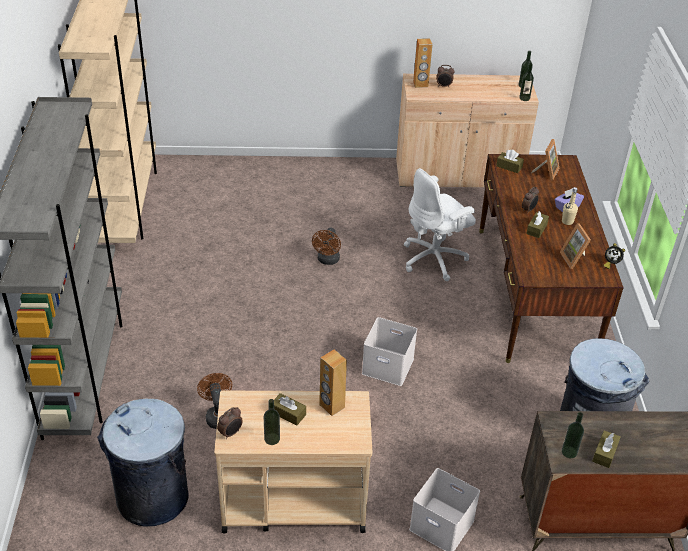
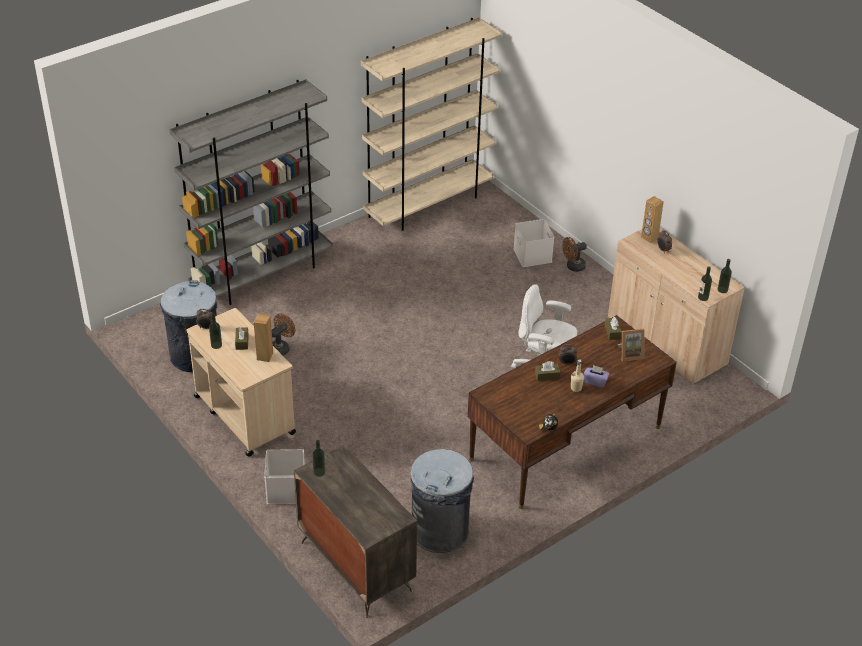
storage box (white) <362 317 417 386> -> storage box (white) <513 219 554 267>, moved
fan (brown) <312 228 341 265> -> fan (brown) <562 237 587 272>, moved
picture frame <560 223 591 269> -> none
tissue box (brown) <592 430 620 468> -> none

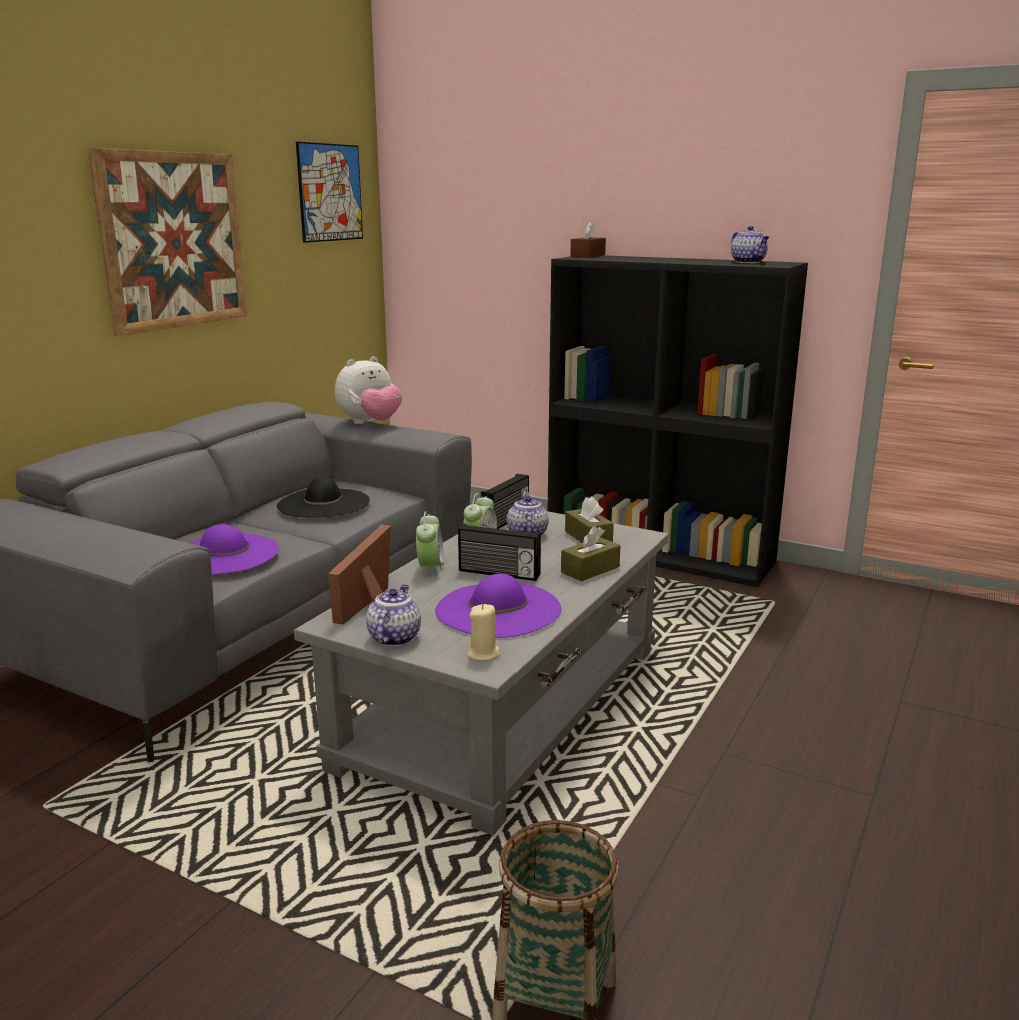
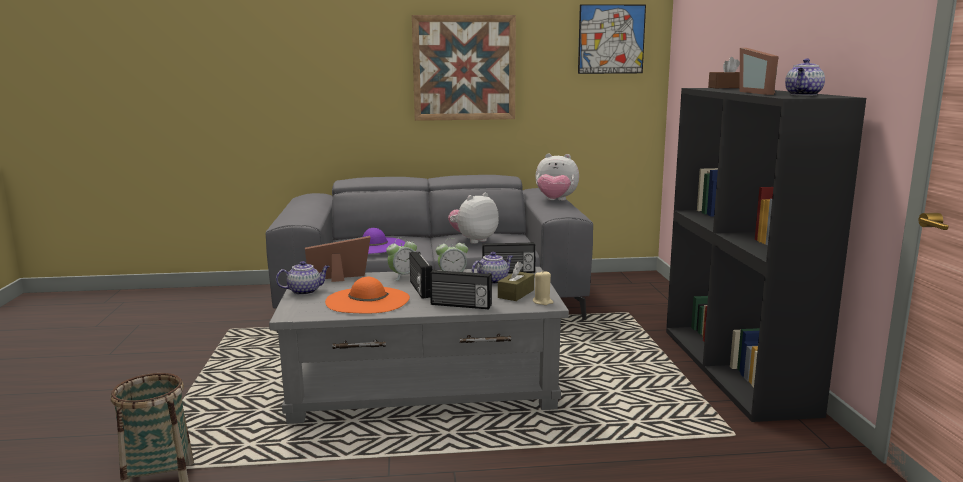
hat (purple) <435 574 561 638> -> hat (orange) <325 277 410 313>
tissue box (brown) <561 526 621 581> -> radio <430 269 492 309>
hat (black) <277 477 370 518> -> plush toy <448 193 499 244>
candle (beige) <467 604 500 661> -> candle (beige) <533 271 553 305>, moved
none -> picture frame <740 48 779 95>

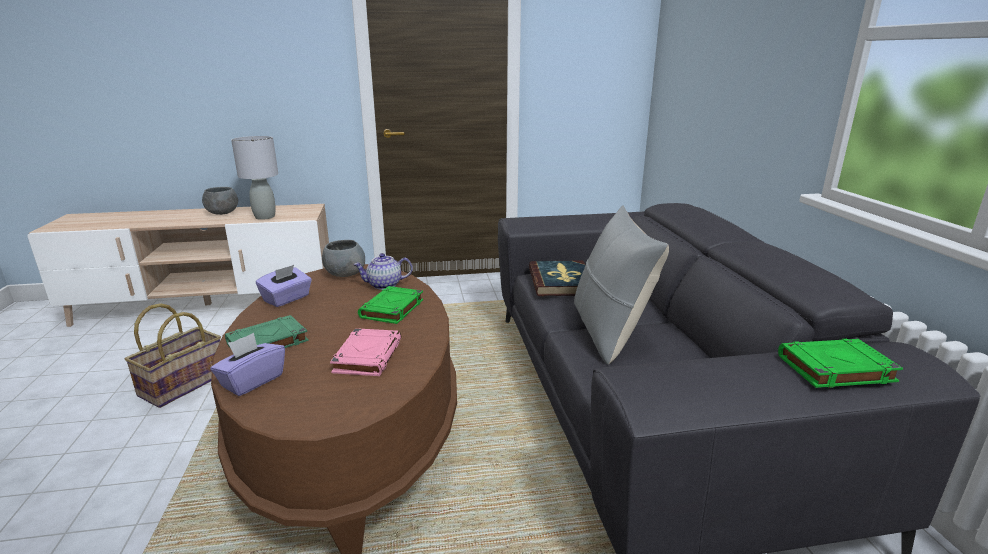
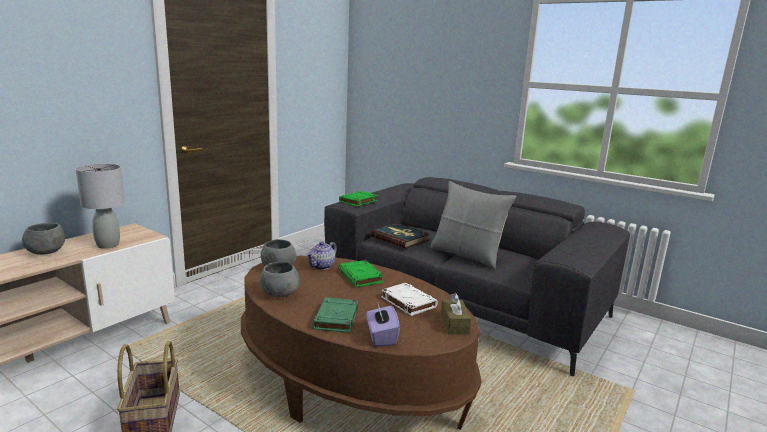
tissue box (purple) <256 265 312 307> -> bowl (grey) <260 262 299 297>
book (green) <778 339 903 388> -> book (green) <339 191 378 206>, moved
book (pink) <330 328 401 376> -> book (white) <381 283 438 316>
none -> tissue box (brown) <441 293 471 335>

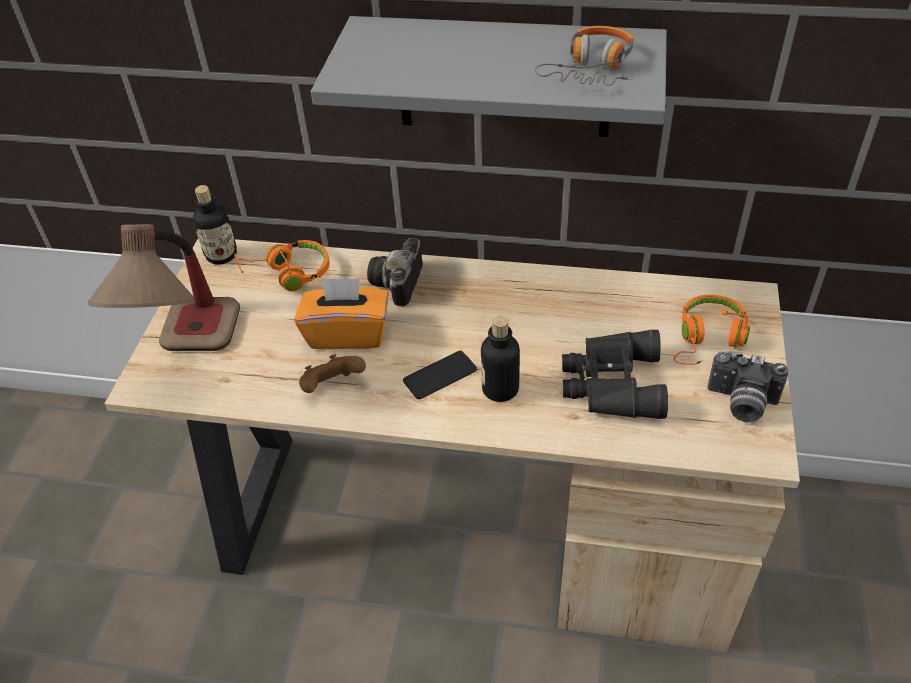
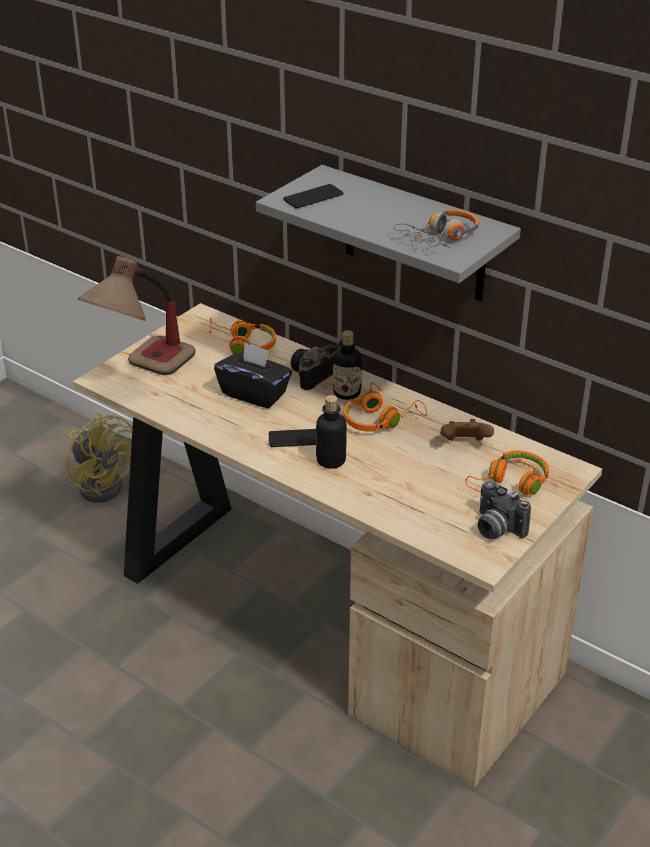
none -> fan (yellow) <67 412 133 503>
tissue box (orange) <294 277 389 349> -> tissue box (black) <214 342 292 408>
none -> phone <283 184 343 209>
bottle <193 185 237 265> -> bottle <333 330 362 400>, moved
none -> headphones (orange) <343 382 427 432>
game controller (brown) <299 354 366 393> -> game controller (brown) <441 419 494 441>, moved
binoculars (black) <562 330 668 419> -> none

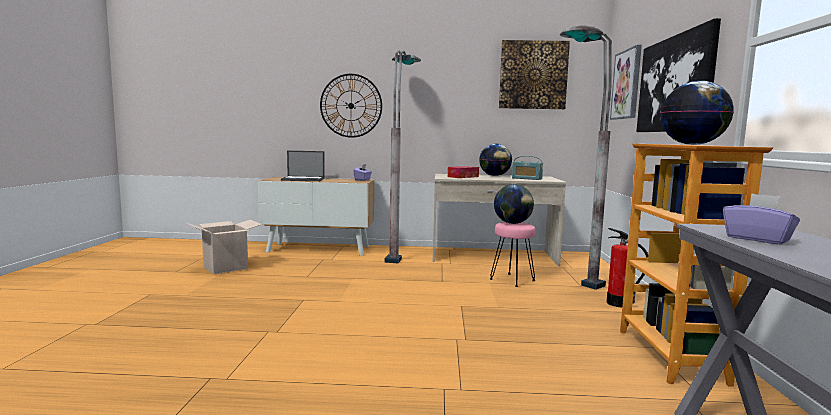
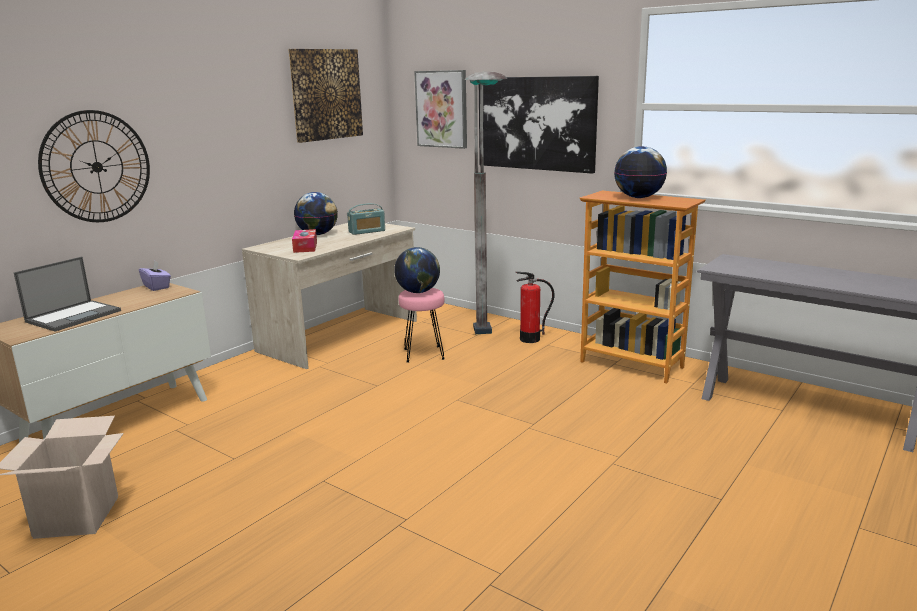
floor lamp (grey) <385 50 421 263> -> none
tissue box (purple) <723 193 800 244> -> none

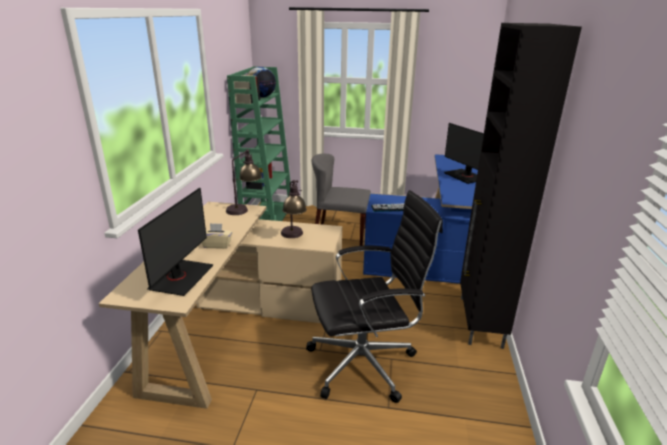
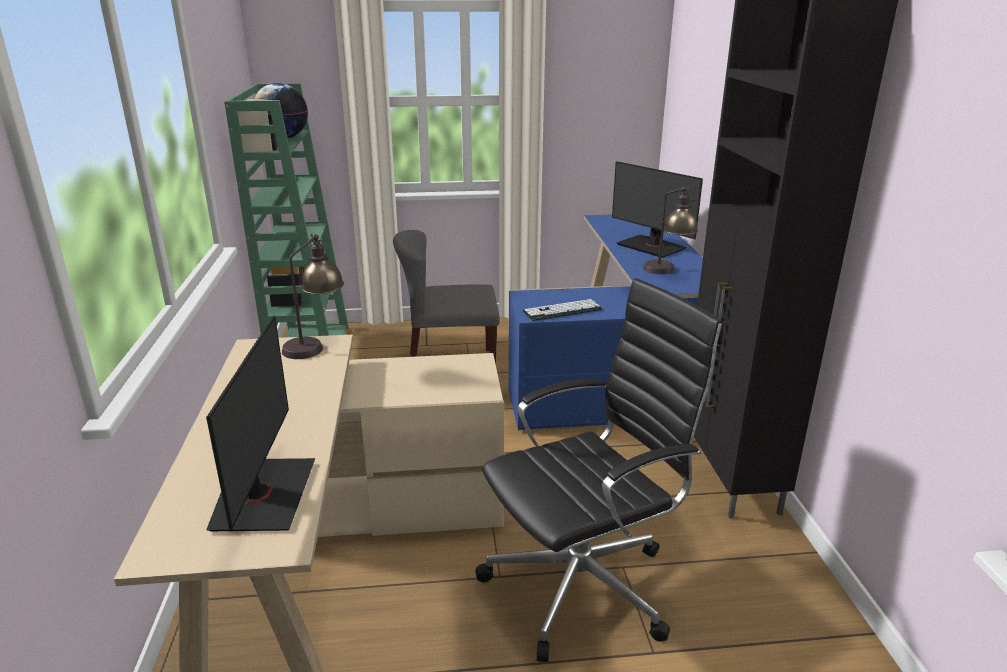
table lamp <281 180 307 238> -> table lamp <643 187 698 274>, moved
tissue box (beige) <202 223 233 249> -> none

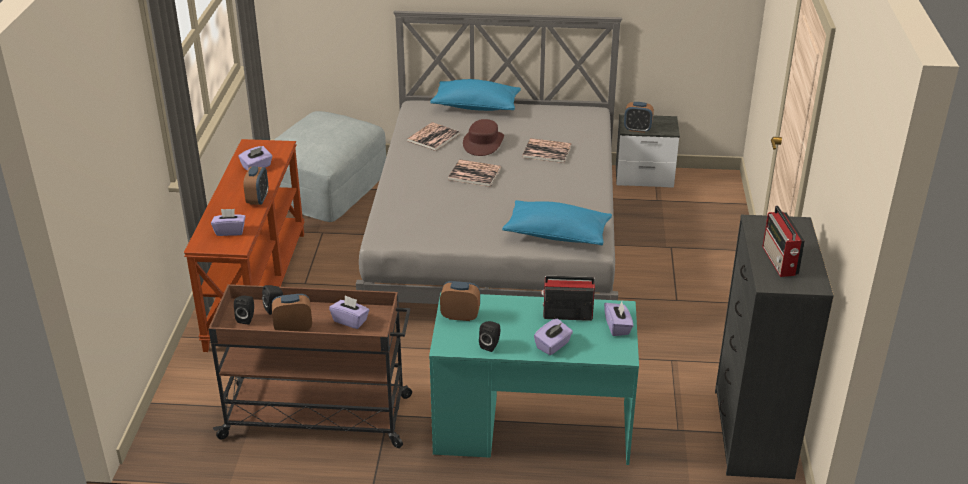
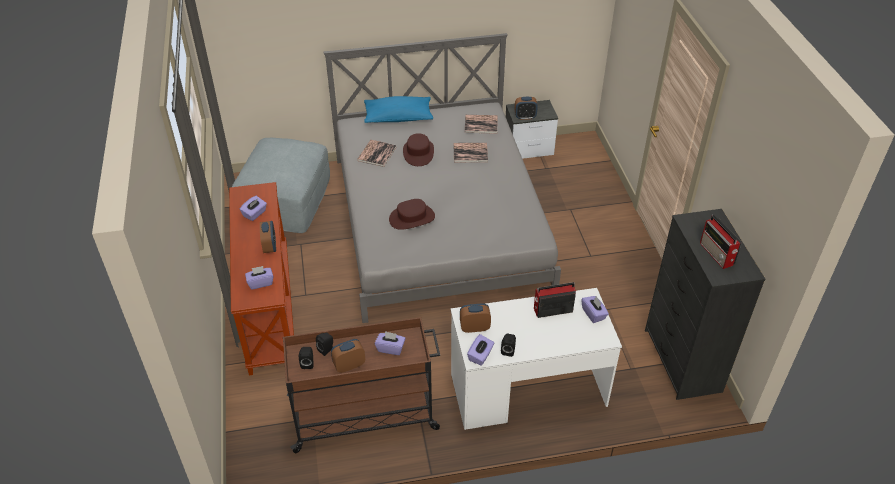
none -> hat (brown) <389 199 435 230>
desk (turquoise) <429 292 639 465> -> desk (white) <450 288 622 430>
book <448 159 501 187> -> book <465 115 498 134>, moved
tissue box (purple) <534 319 573 355> -> tissue box (purple) <467 334 494 366>, moved
pillow (blue) <502 200 612 245> -> none

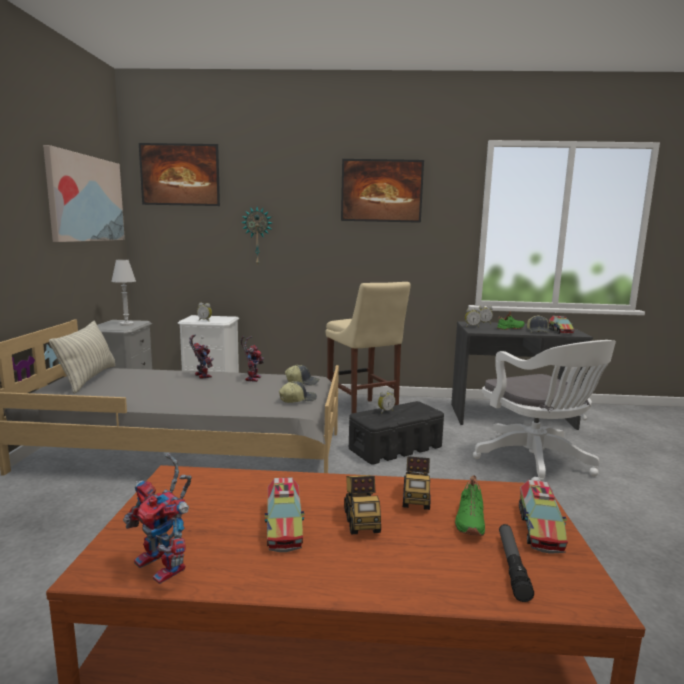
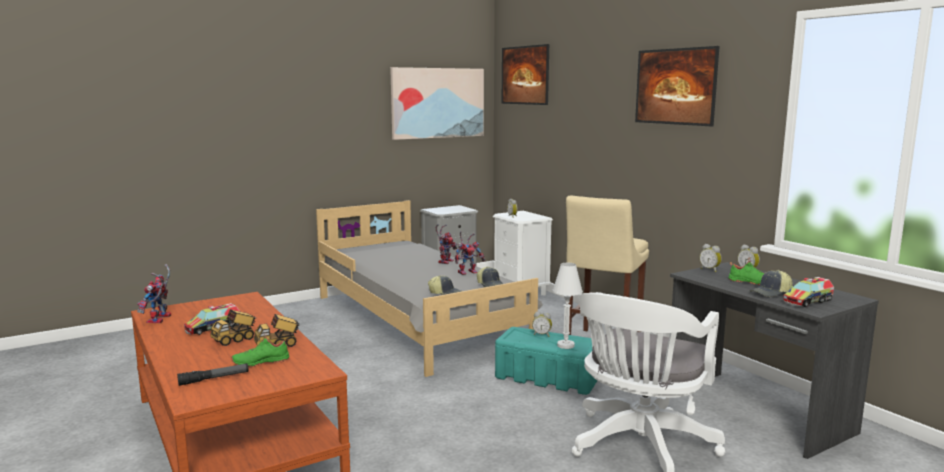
storage box (black) <349 401 444 464> -> storage box (turquoise) <495 327 597 395>
table lamp (white) <111 260 136 326> -> table lamp (white) <553 263 583 349>, moved
pillow <49 321 115 394> -> none
wall clock <241 207 272 266> -> none
toy truck <519 480 568 554> -> none

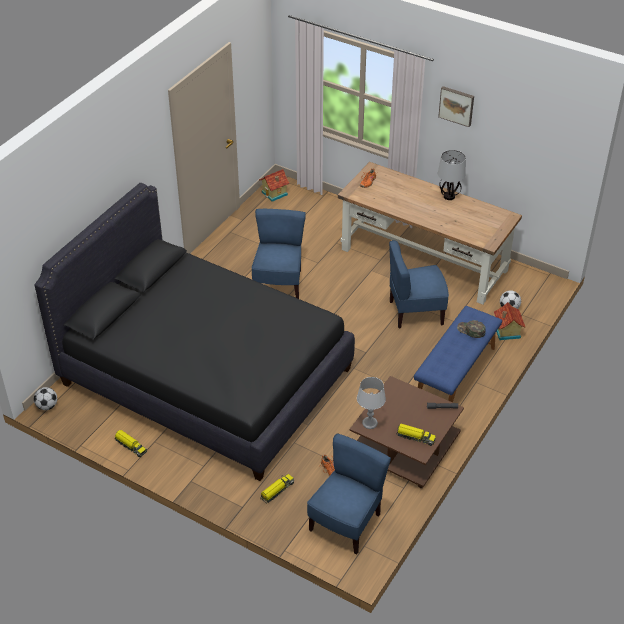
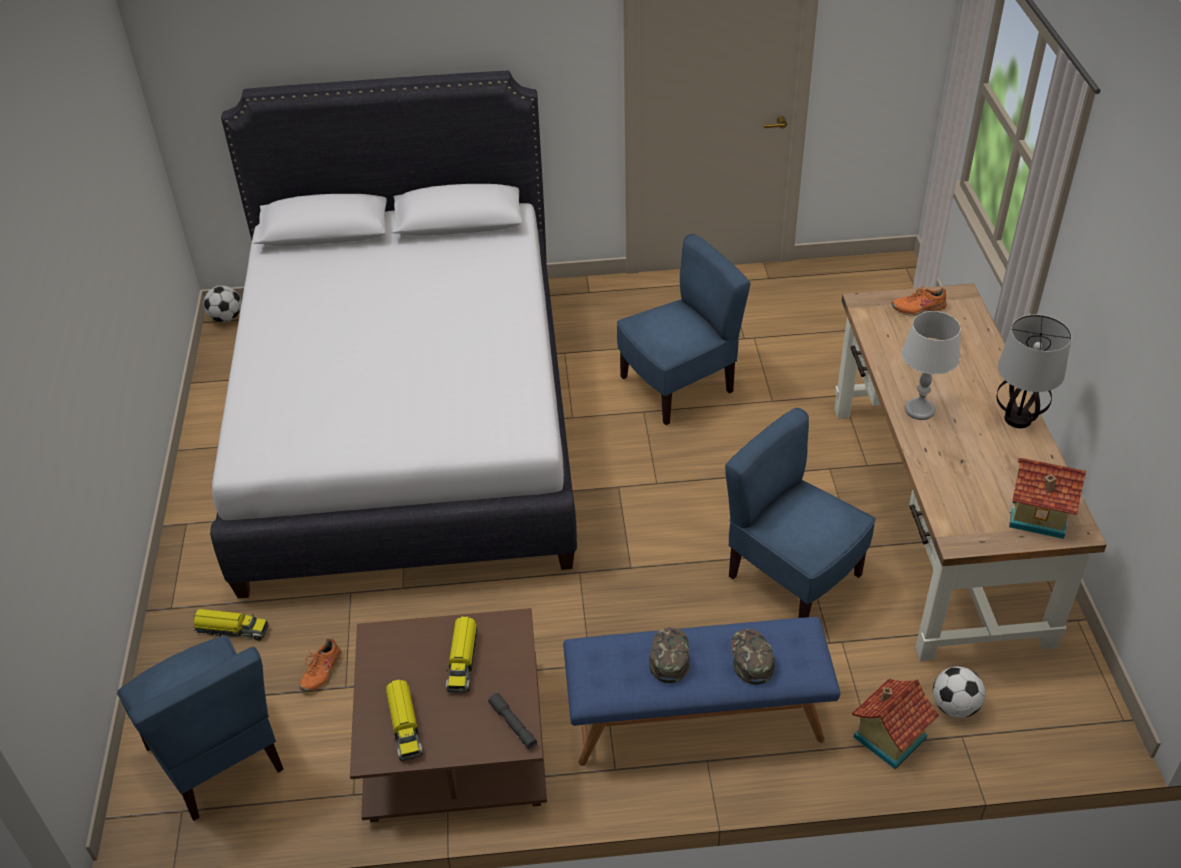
chair (blue) <307 434 391 554> -> chair (blue) <117 636 284 821>, 60 degrees clockwise
bed (black) <34 183 355 481> -> bed (white) <210 71 577 598>
toy truck <115 430 147 457> -> toy truck <446 616 477 693>, moved
none -> cap (green) <649 628 690 683>
table lamp (grey) <357 377 386 429> -> table lamp (grey) <901 311 961 420>, moved
toy house <259 169 290 202> -> toy house <1009 458 1086 539>, moved
picture <438 86 474 127> -> none

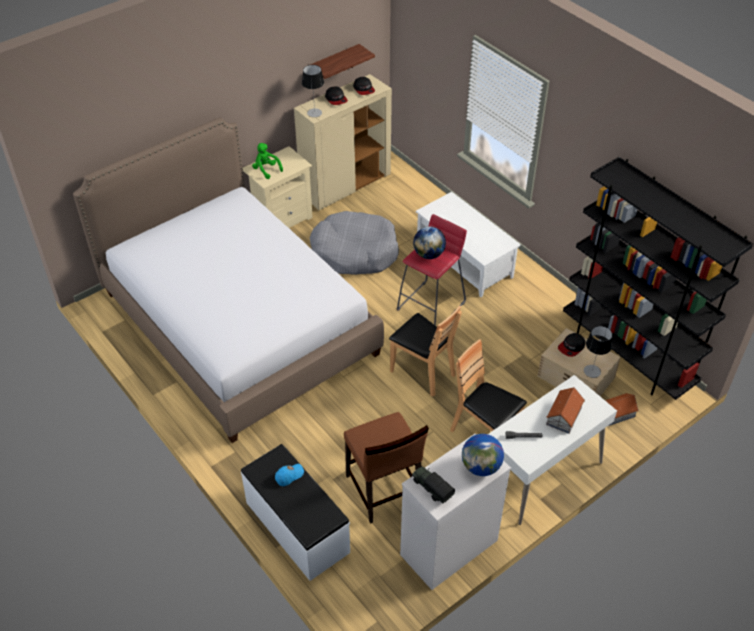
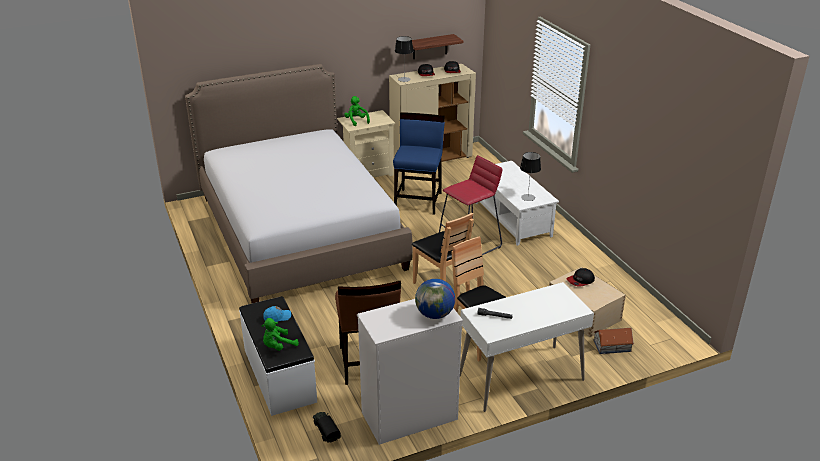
none -> plush toy (green) <262 318 299 351>
toy truck <411 466 455 503> -> toy truck <313 412 341 443>, moved
dog bed (grey) <310 211 399 275> -> chair (blue) <393 112 445 215>
table lamp <584 326 612 378> -> table lamp <520 152 541 201>, moved
globe <413 226 446 259> -> none
toy house <546 387 585 434> -> none
bookcase (black) <563 157 753 400> -> none

